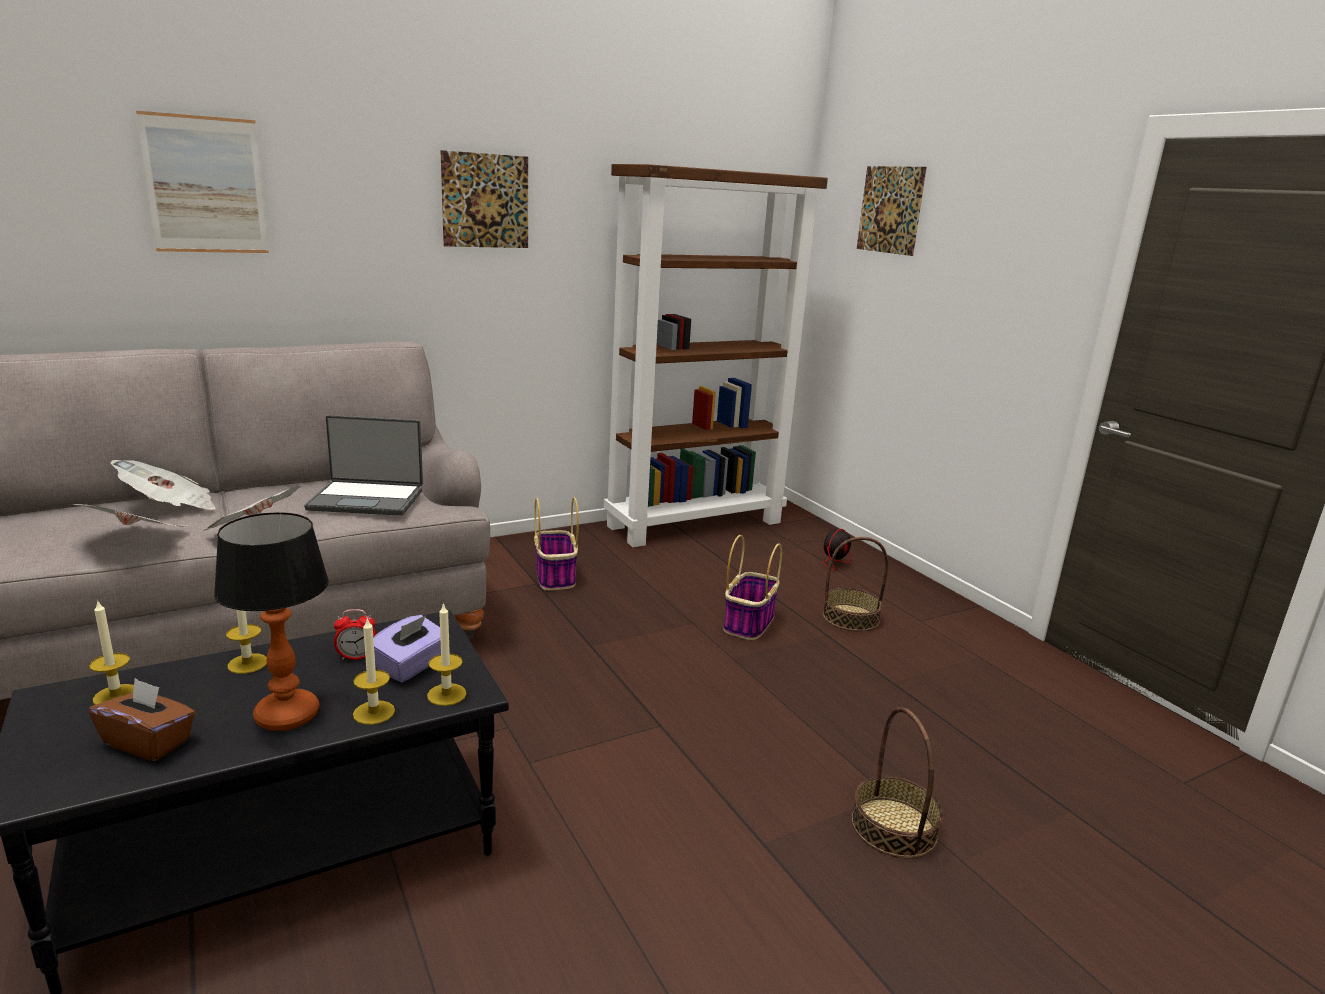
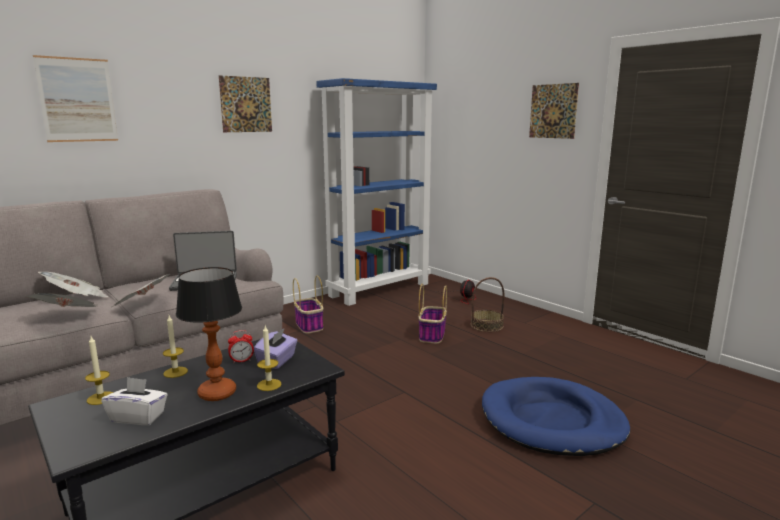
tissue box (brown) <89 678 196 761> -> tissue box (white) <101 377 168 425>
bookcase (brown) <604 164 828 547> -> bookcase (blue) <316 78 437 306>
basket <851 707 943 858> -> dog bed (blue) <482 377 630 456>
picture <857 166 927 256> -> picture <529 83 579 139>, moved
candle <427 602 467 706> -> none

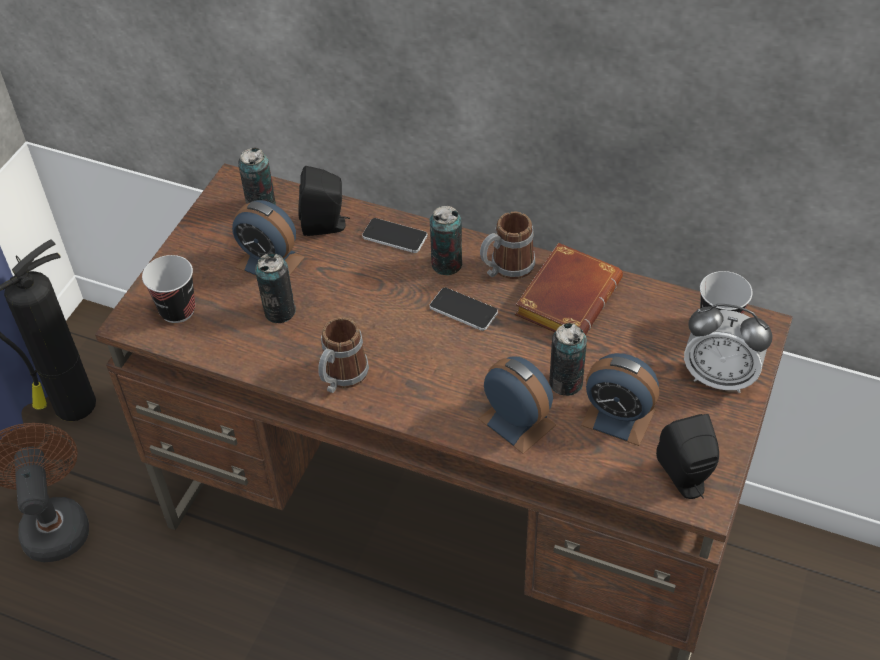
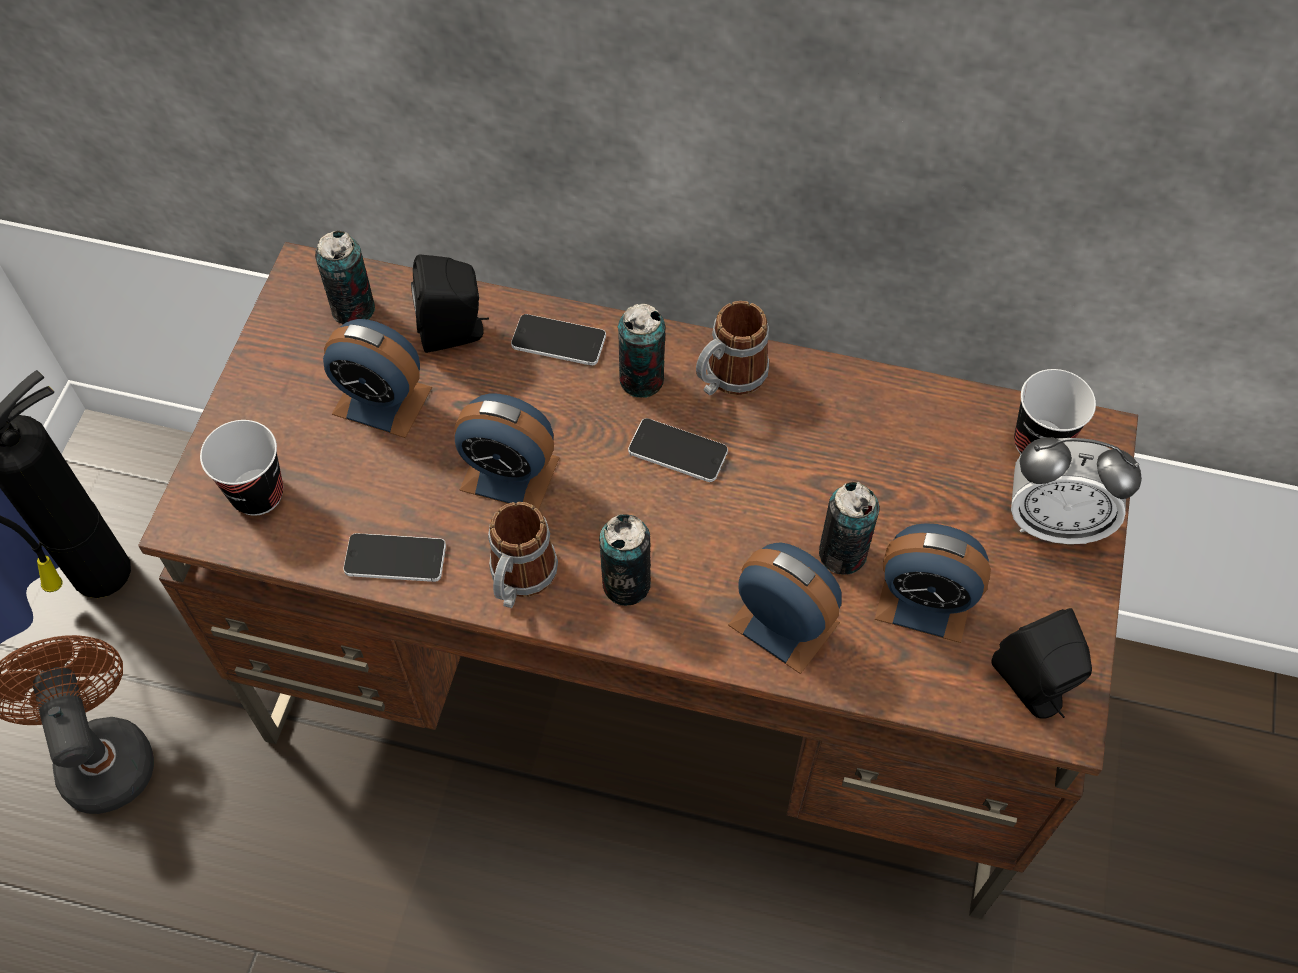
none -> phone <343 533 446 582>
none -> alarm clock <455 394 560 509>
can <255 253 296 323> -> can <599 514 651 606>, moved
book (brown) <515 243 623 335> -> none

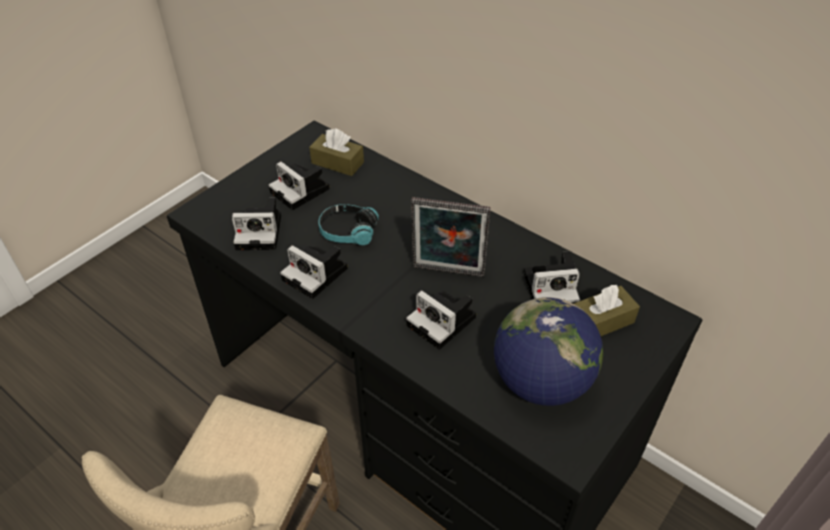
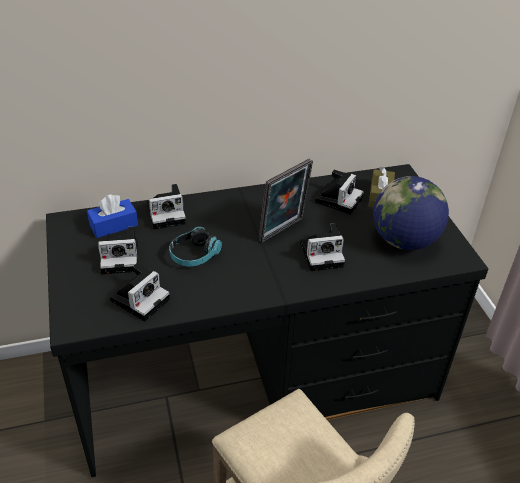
tissue box (brown) <309 128 364 176> -> tissue box (blue) <87 194 138 238>
photo camera <280 245 348 299> -> photo camera <147 184 186 229>, moved

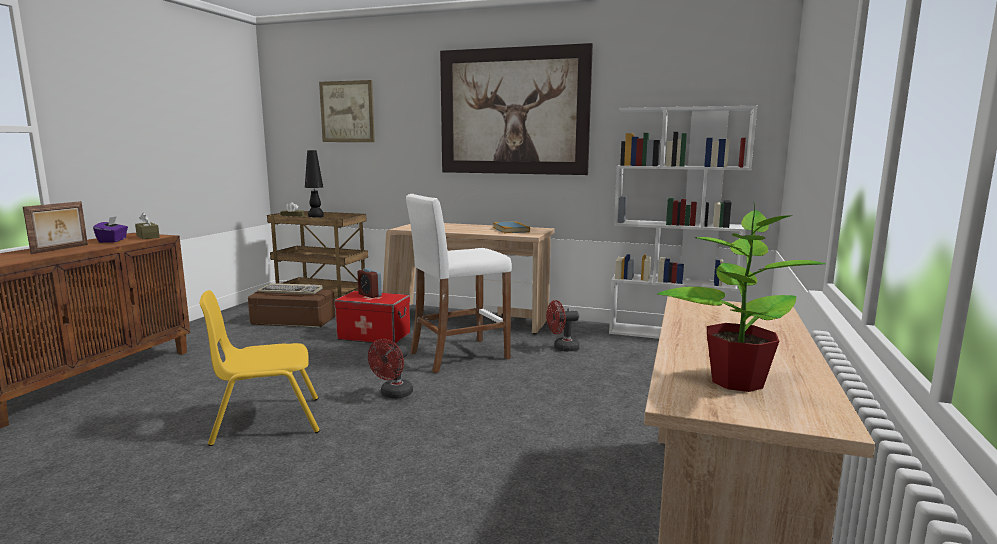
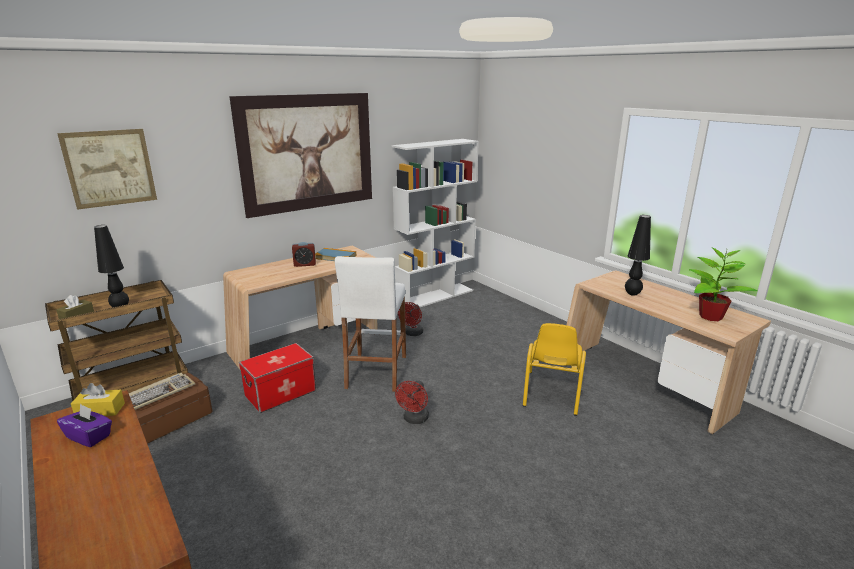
tissue box (brown) <135 213 160 239> -> tissue box (yellow) <71 383 125 416>
alarm clock <357 268 382 298> -> alarm clock <292 242 316 267>, moved
fan (red) <368 339 413 399> -> fan (red) <395 380 429 424>, 45 degrees clockwise
chair (yellow) <199 290 320 446> -> chair (yellow) <523 323 586 416>, moved
none -> table lamp (black) <625 215 651 296>
picture frame <23 201 88 254> -> none

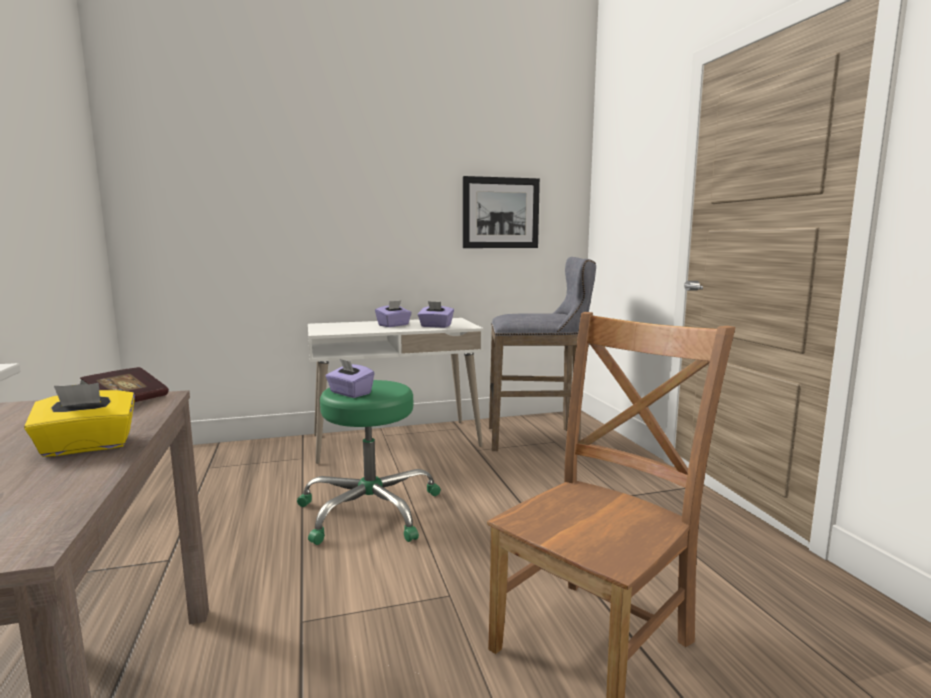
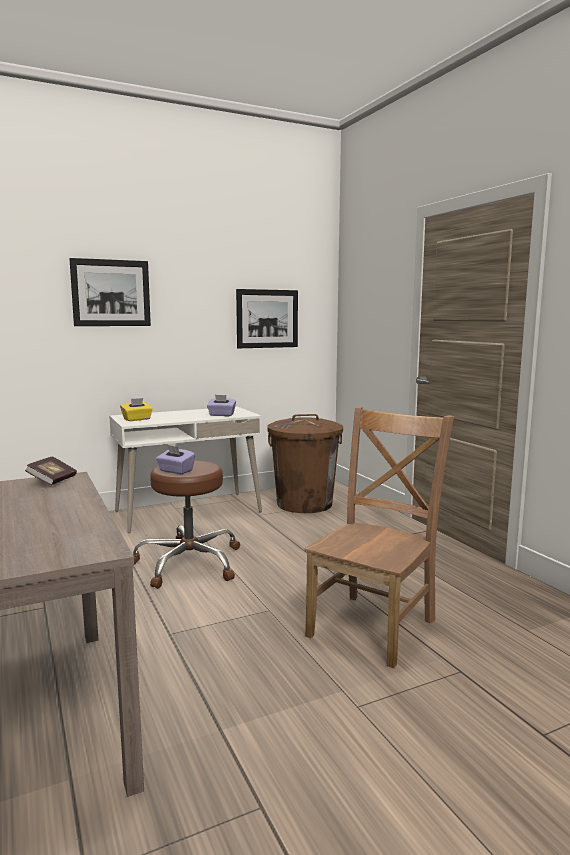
none -> picture <69 258 151 326>
tissue box (yellow) <24 383 135 457> -> tissue box (yellow) <120 398 153 421>, moved
stool (green) <297 380 441 545> -> stool (brown) <133 461 240 588>
stool (grey) <489 257 596 451> -> trash can (brown) <267 414 343 513>
tissue box (purple) <375 300 412 327> -> none

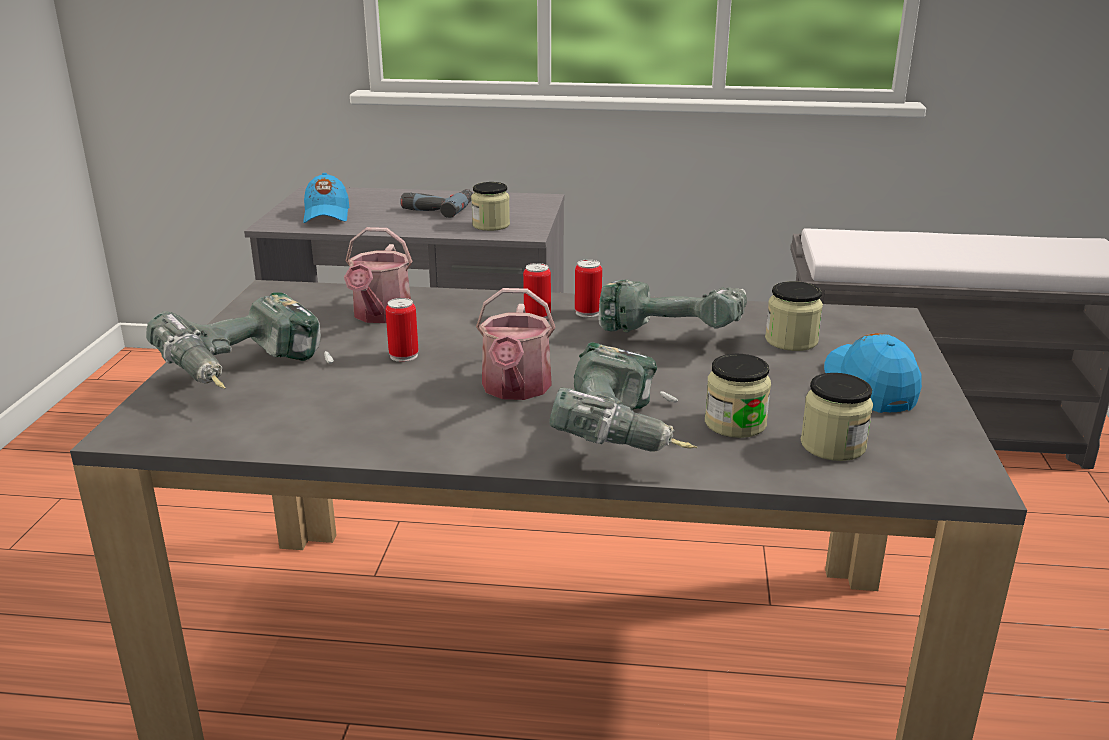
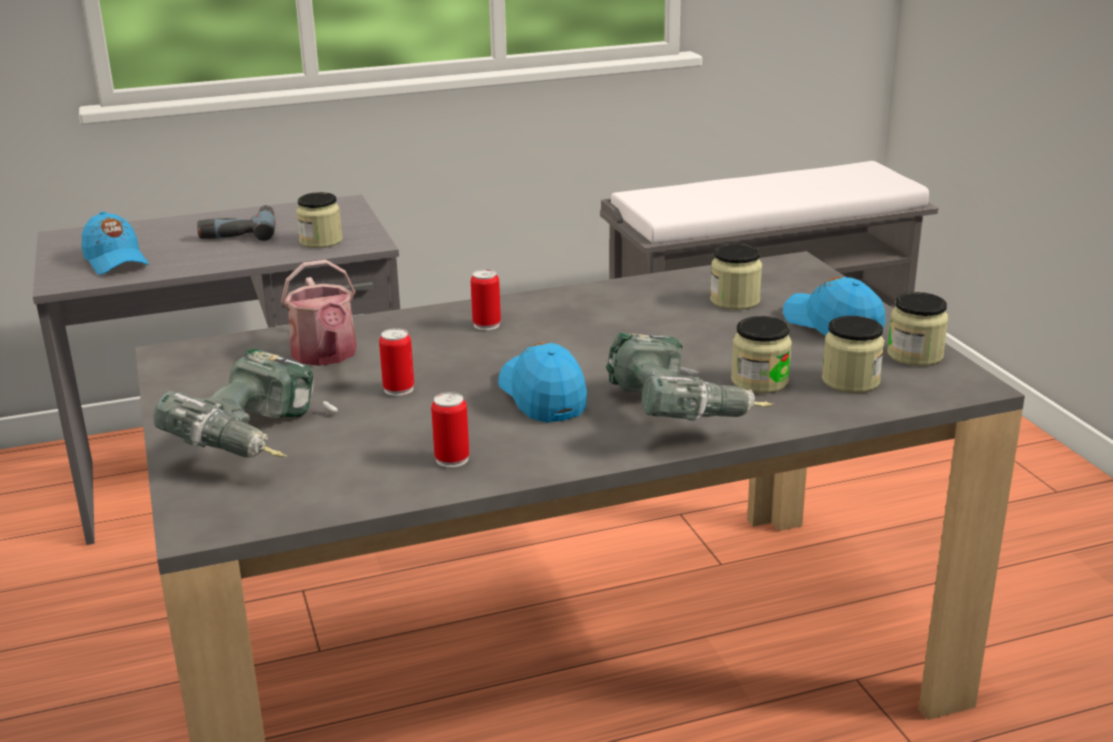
can <575 259 602 318> -> can <431 392 469 468>, moved
watering can <476 288 555 400> -> cap (blue) <498 342 587 423>
none -> jar <887 292 949 366>
power drill <599 280 747 332> -> none

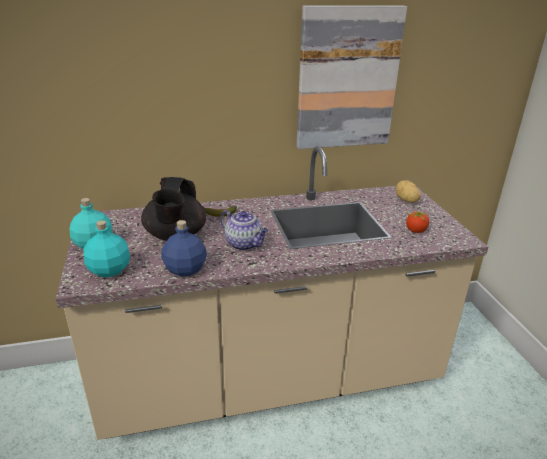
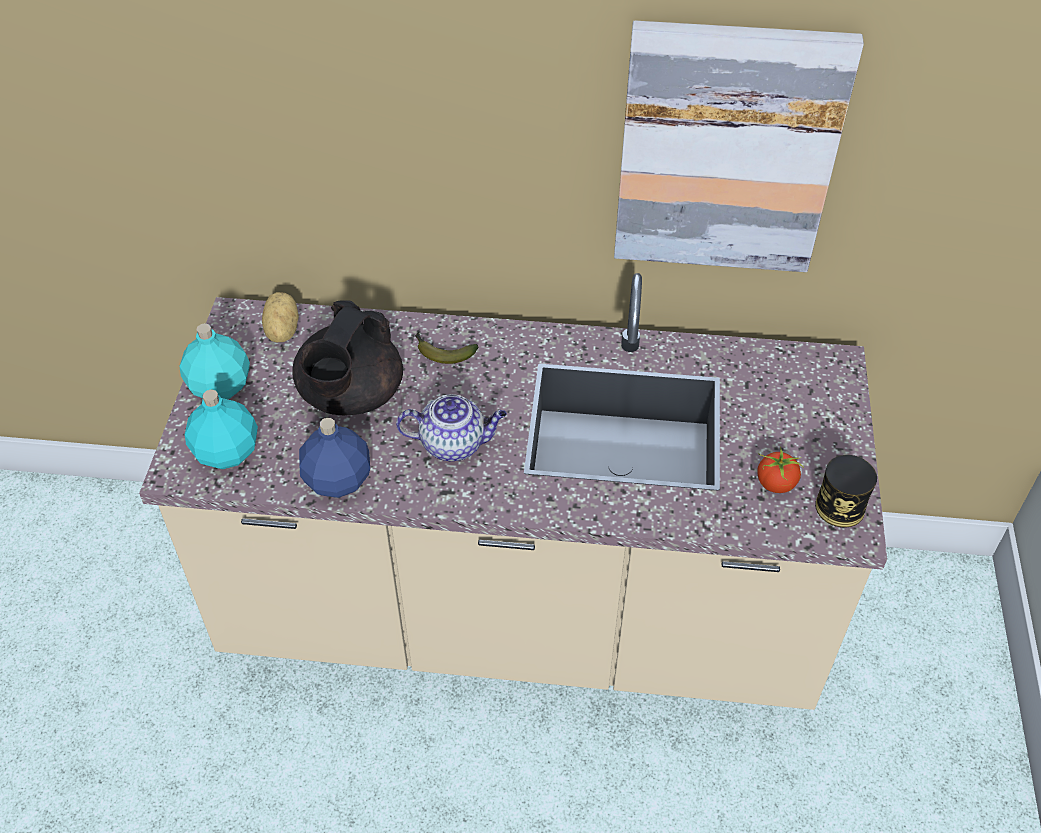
potato <396 180 421 203> -> potato <262 292 299 342>, moved
teapot <220 210 269 251> -> teapot <396 394 507 461>, 60 degrees counterclockwise
none -> can <815 455 877 528>

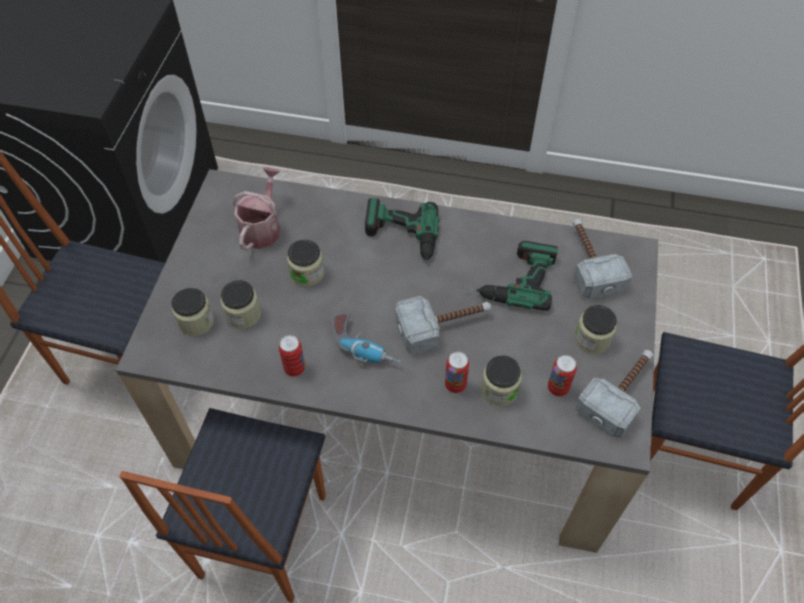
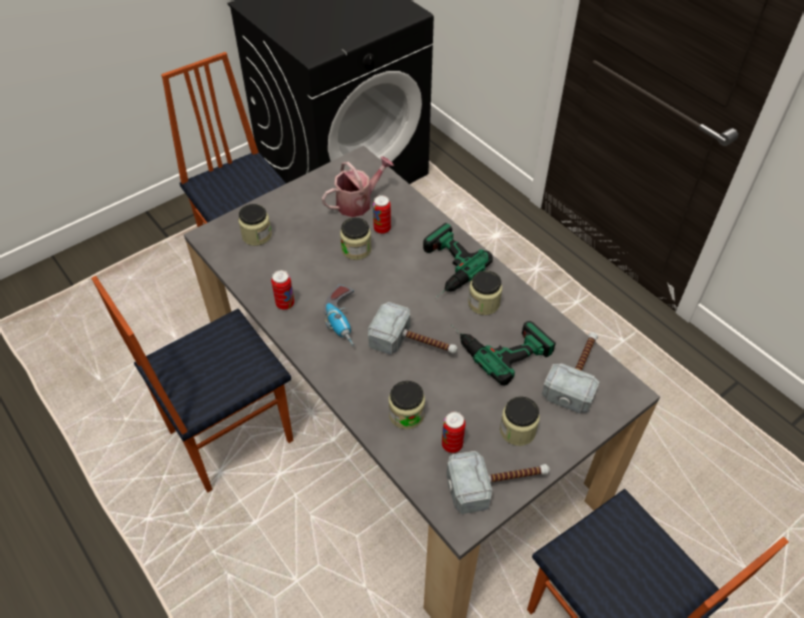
can <445 352 469 393> -> can <373 195 391 234>, moved
jar <220 280 261 329> -> jar <468 271 502 315>, moved

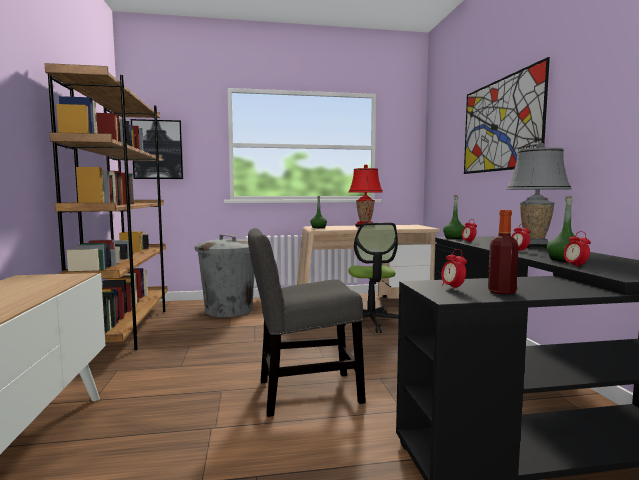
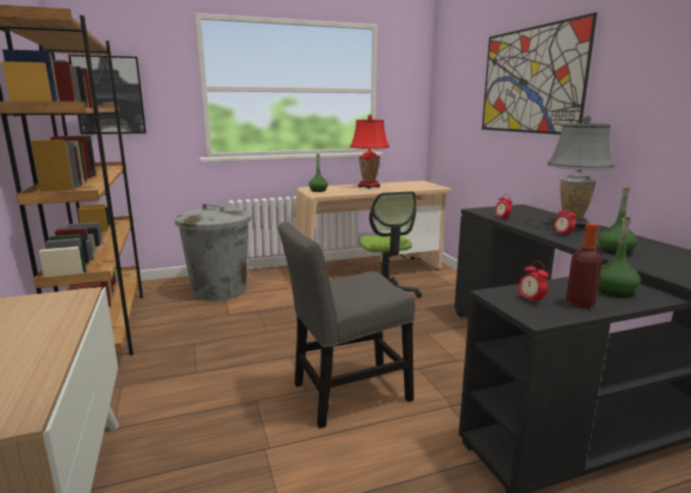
bottle (green) <443 195 465 239> -> bottle (green) <598 216 640 297>, moved
alarm clock <564 231 591 267> -> none

